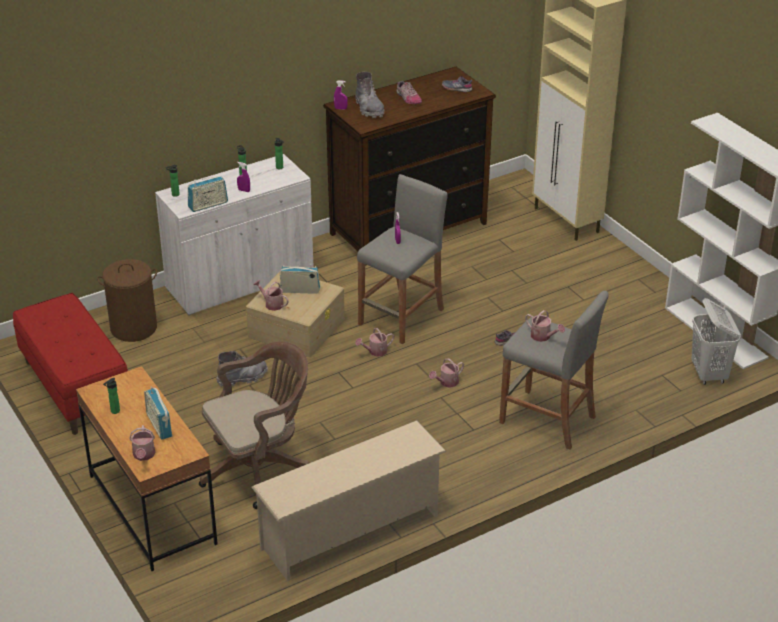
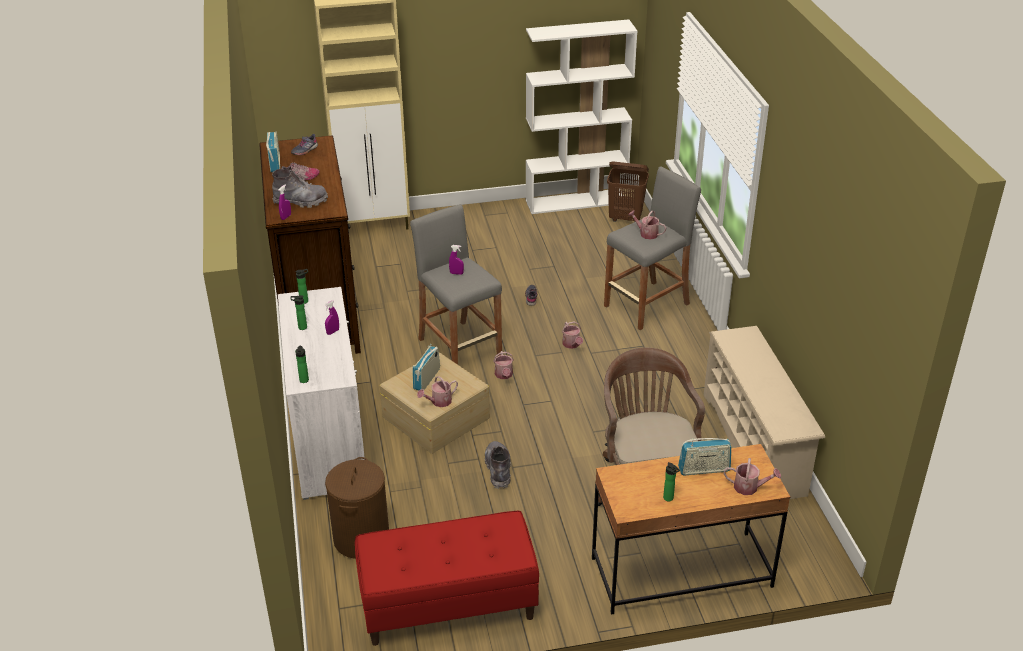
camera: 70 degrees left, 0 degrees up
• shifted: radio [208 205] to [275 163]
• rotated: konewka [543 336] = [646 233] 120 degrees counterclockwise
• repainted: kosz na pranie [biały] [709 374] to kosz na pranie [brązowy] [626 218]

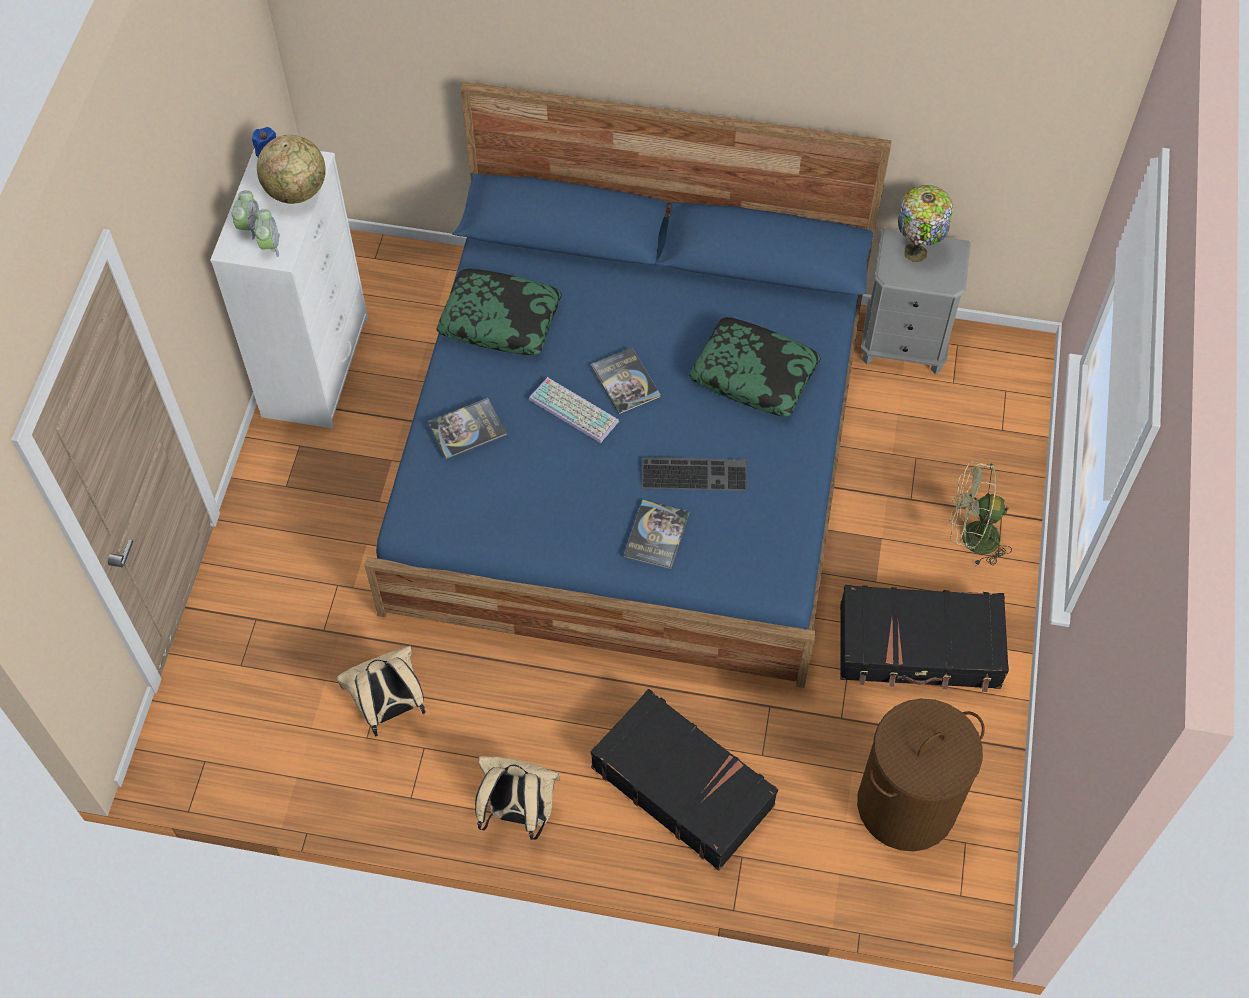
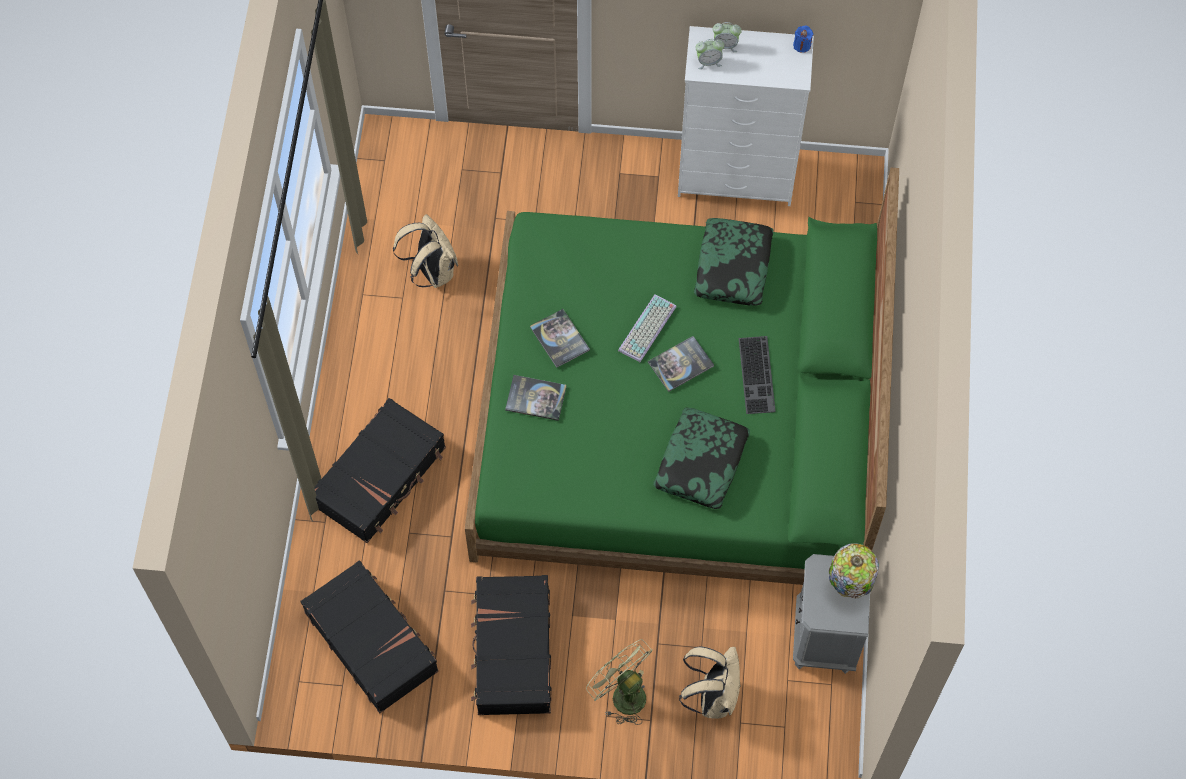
camera: 85 degrees right, 5 degrees up
• gone: globus [297 191]
• repainted: łóżko [niebieski] [632 454] to łóżko [zielony] [678 418]
• shifted: książka [467 429] to [559 338]
• shifted: plecak [beżowy] [518 813] to [712 696]
• shifted: klawiatura [695 472] to [758 375]
• swapped: kosz na pranie [brązowy] [906 805] to walizka [czarny] [372 641]
• rotated: wentylator [zielony] [971 538] = [622 693] 45 degrees counterclockwise

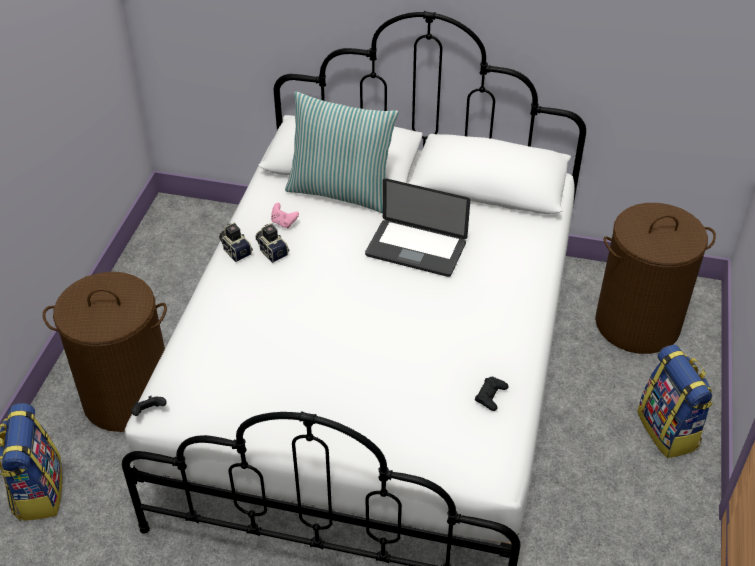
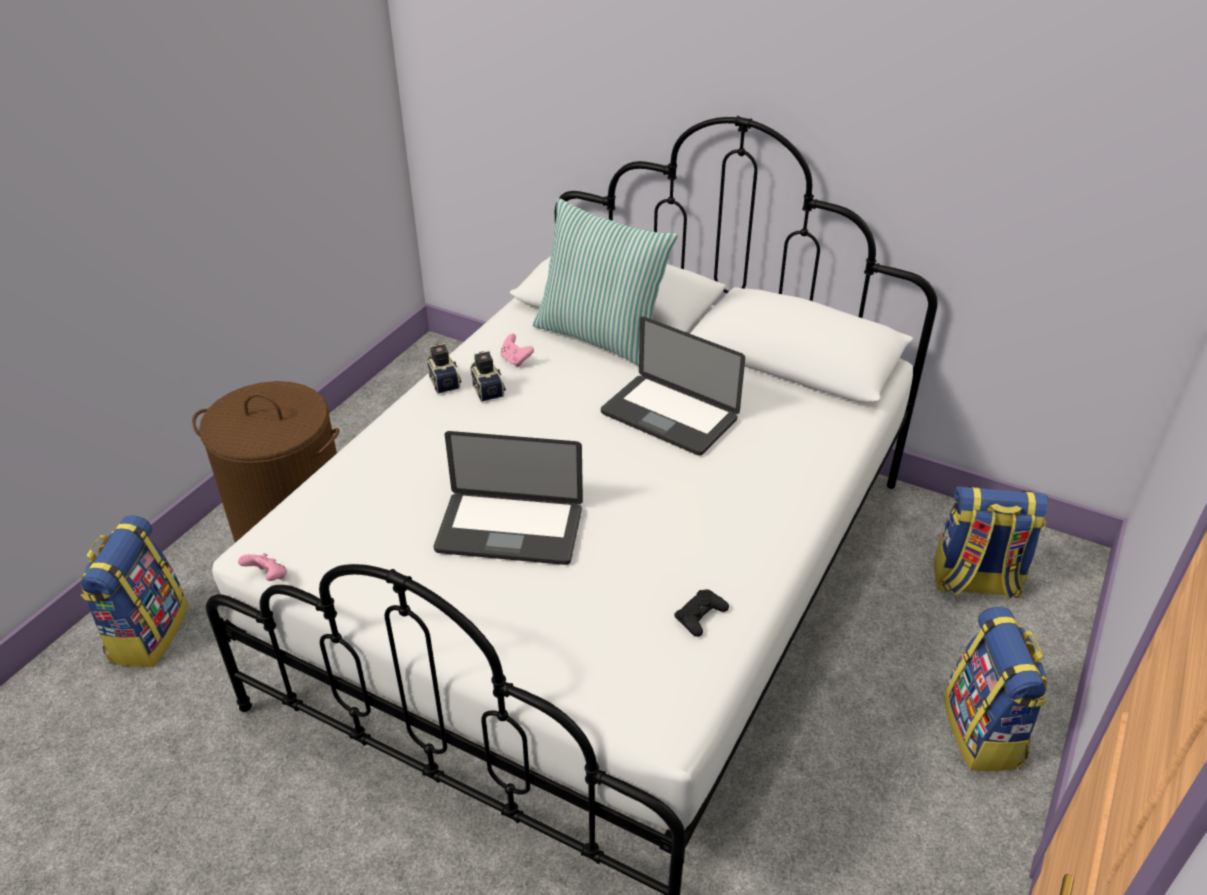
camera: 15 degrees right, 5 degrees down
• gone: pad do gier [czarny] [149 412]
• swapped: kosz na pranie [brązowy] [637 324] to plecak [975 582]
• new: pad do gier [różowy] [268 577]
• new: laptop [509 530]

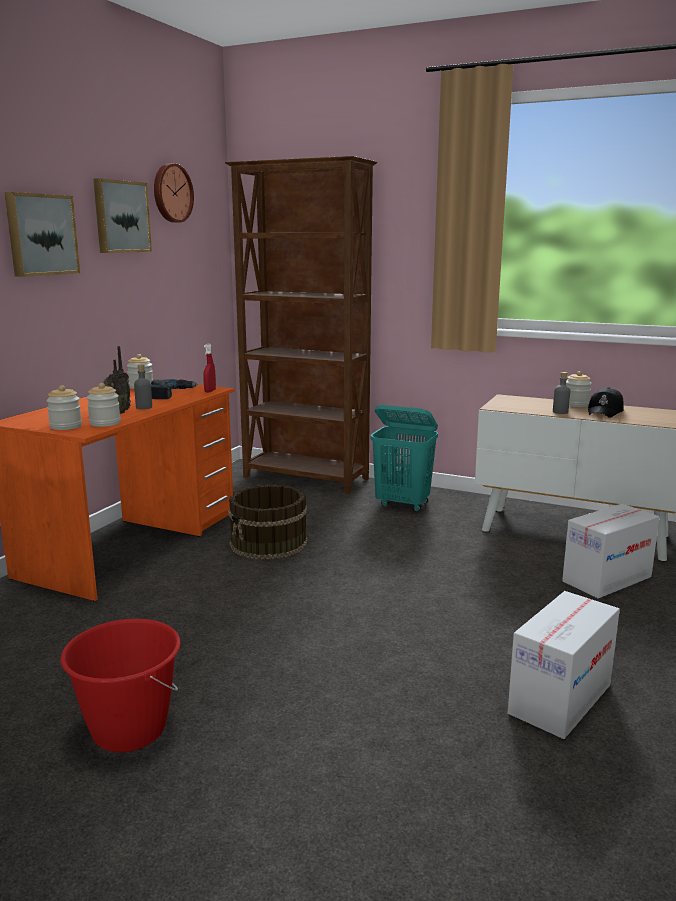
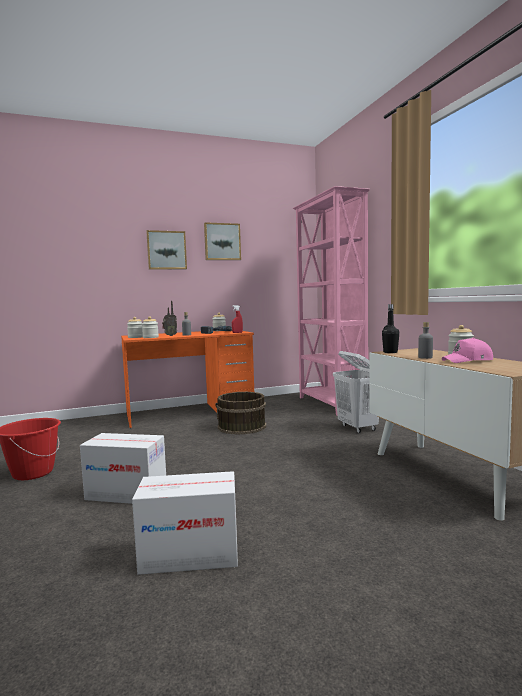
camera: 45 degrees right, 10 degrees down
• gone: zegar ścienny [171 193]
• repainted: regał [brązowy] [306 478] to regał [różowy] [331 404]
• repainted: kosz na pranie [turkusowy] [403 504] to kosz na pranie [biały] [358 428]
• shifted: karton [606 579] to [127 493]
• repainted: czapka z daszkiem [czarny] [605 412] to czapka z daszkiem [różowy] [468 360]
• new: butelka [czarny] [390 352]

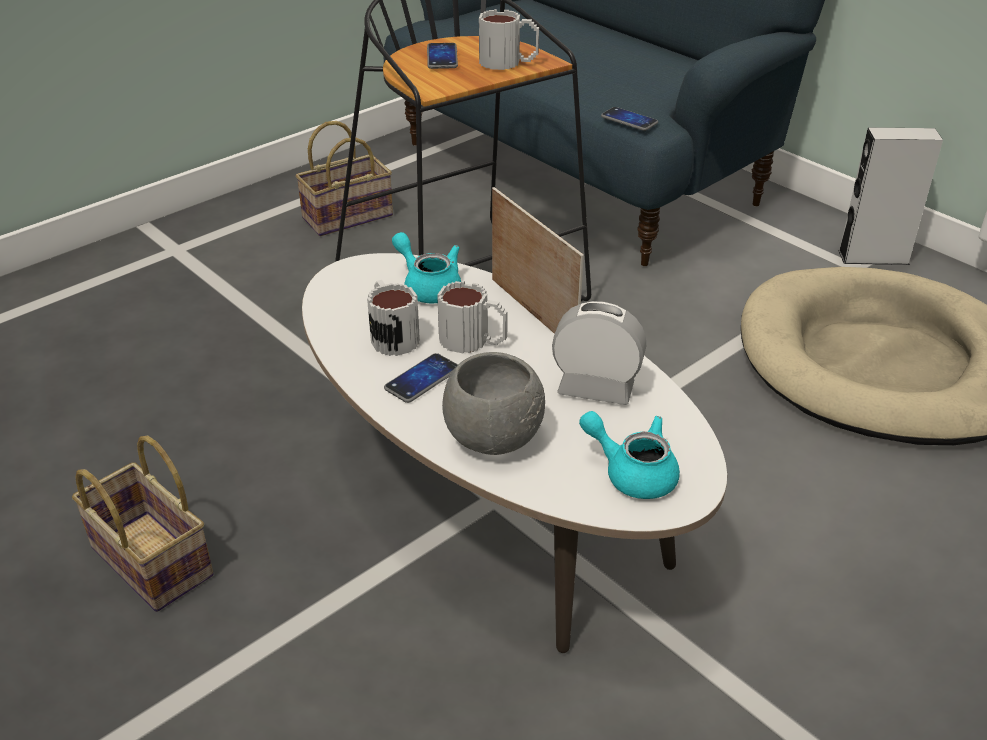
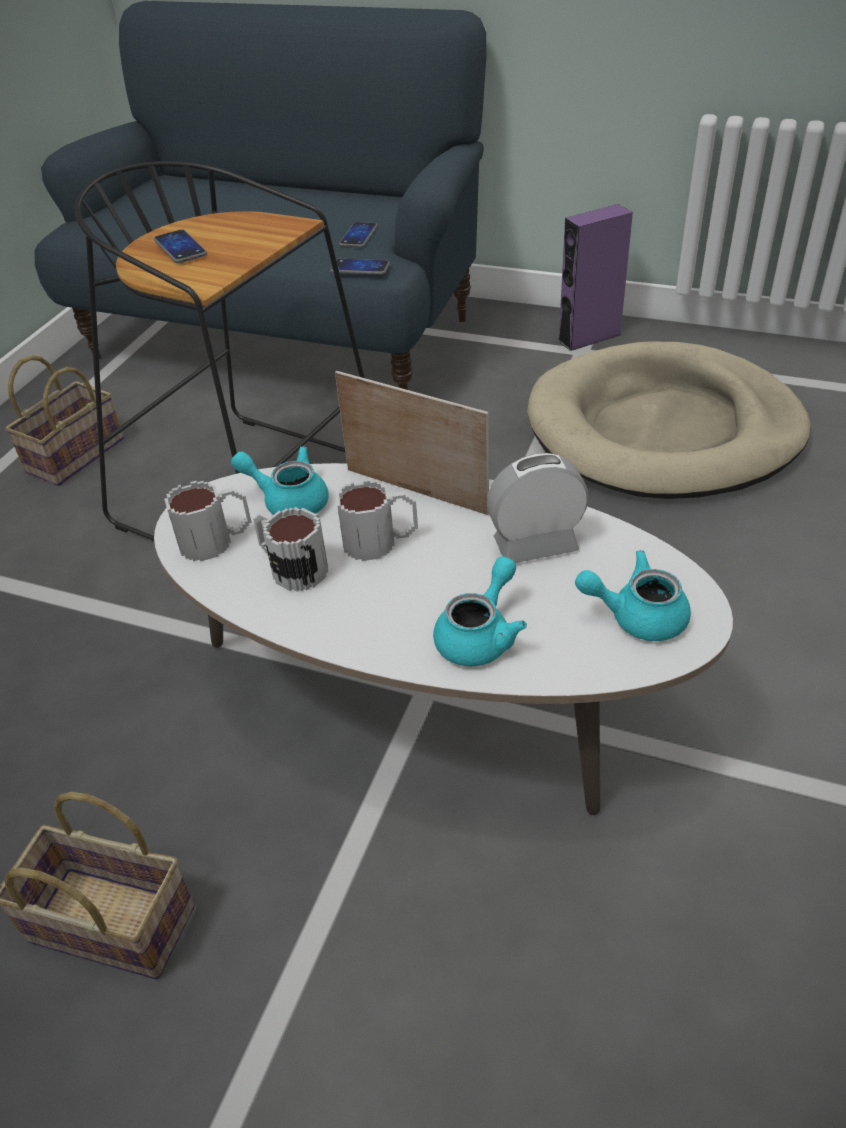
camera: 25 degrees left, 5 degrees up
• shifted: telefon [422 379] to [358 236]
• swapped: miska [szary] [493 437] to imbryk [turkusowy] [480 635]
• shifted: kubek [509 62] to [216 540]
• repainted: głośnik [szary] [873 257] to głośnik [fioletowy] [589 337]

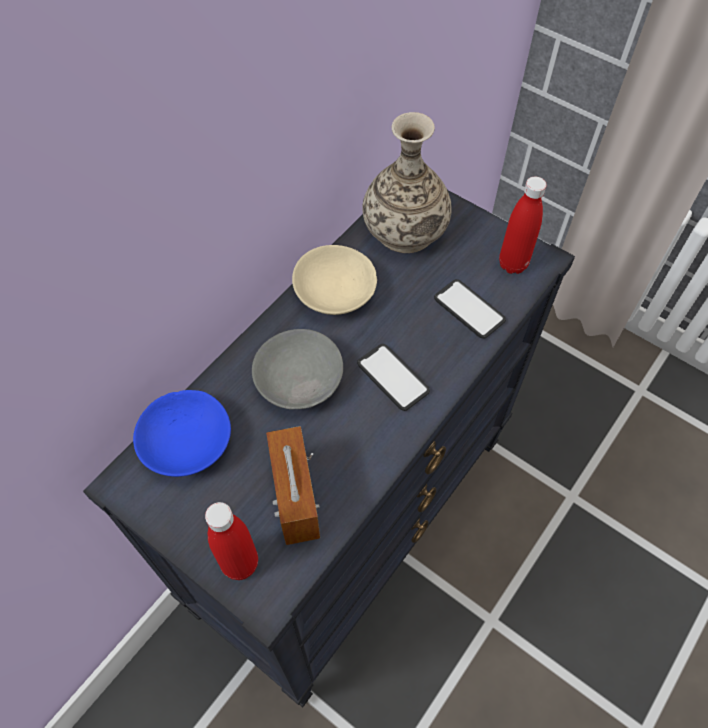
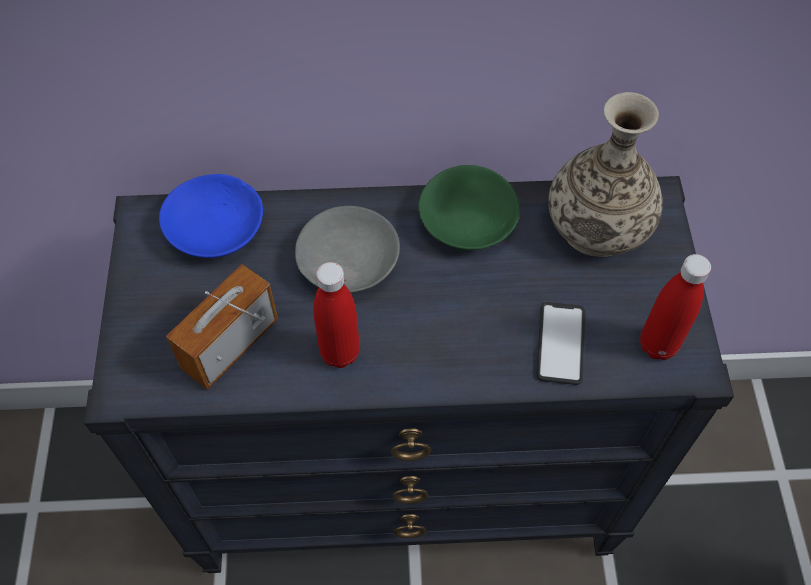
camera: 50 degrees right, 0 degrees up
• shifted: butelka [czerwony] [240 563] to [340 353]
• repainted: miska [beżowy] [336 291] to miska [zielony] [468 222]
• gone: telefon [393 377]

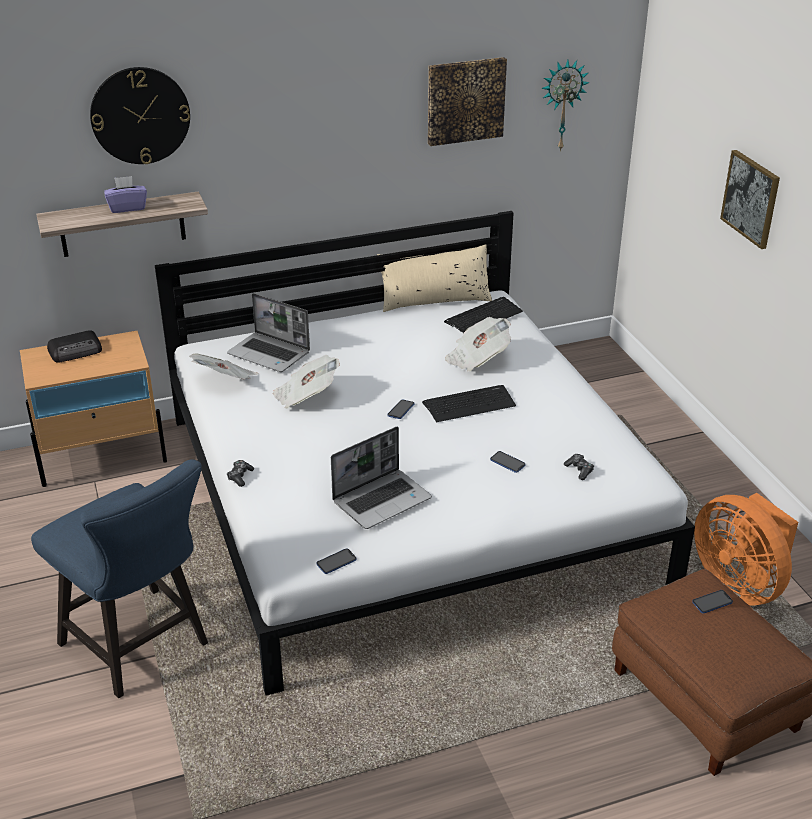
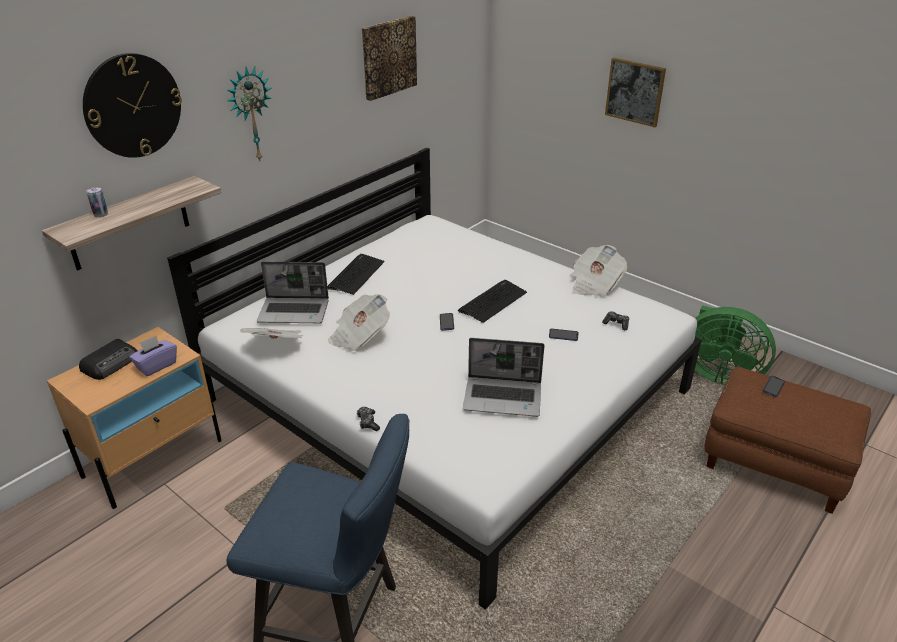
camera: 30 degrees left, 0 degrees up
• shifted: pudełko chusteczek [fioletowy] [127 207] to [156 365]
• gone: telefon [336 562]
• rotated: laptop [382 499] = [503 397] 75 degrees clockwise
• gone: poduszka [beżowy] [434 300]
• shifted: klawiatura [484 317] to [356 275]
• shifted: gazeta [477 358] to [594 284]
• shifted: zegar ścienny [562 104] to [250 114]
• repainted: wentylator [pomarańczowy] [739 584] to wentylator [zielony] [718 373]
• new: puszka [101 214]

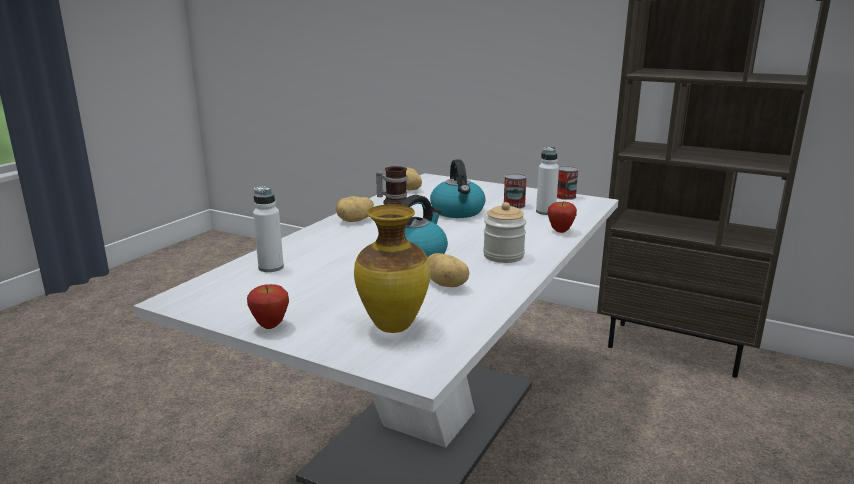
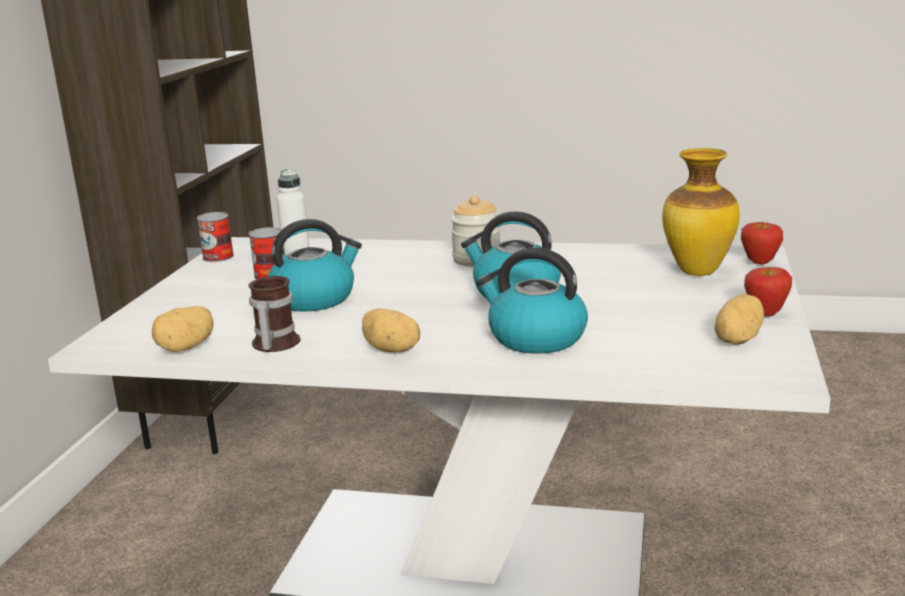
camera: 105 degrees left, 0 degrees up
• gone: butelka [biały] [271 267]
• shifted: ziemniak [447 284] to [735 340]
• shifted: jabłko [560 231] to [760 263]
• new: czajnik [535 338]

